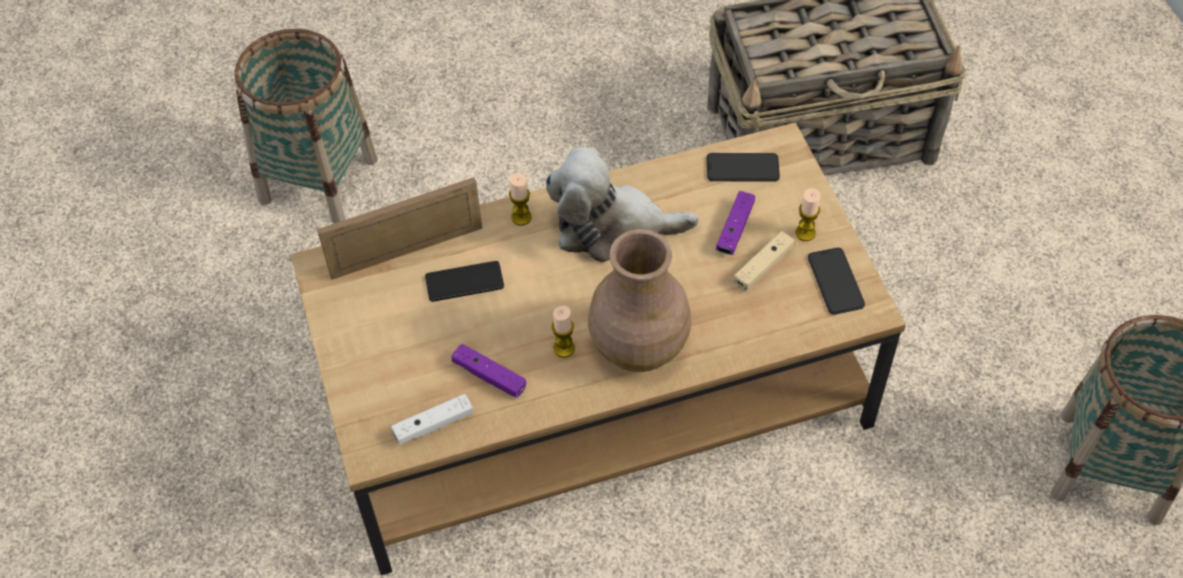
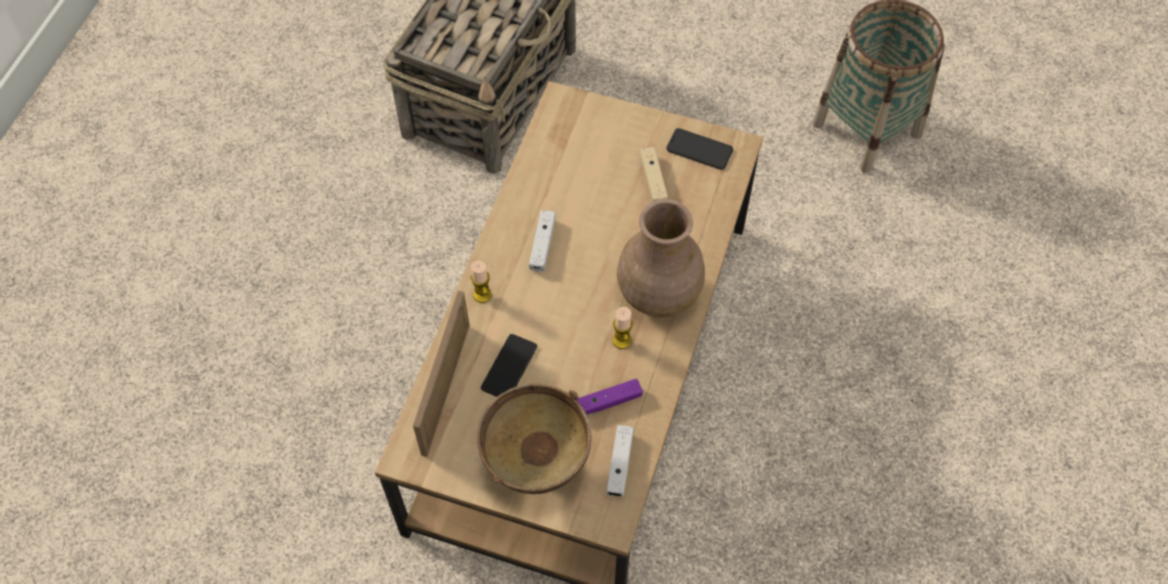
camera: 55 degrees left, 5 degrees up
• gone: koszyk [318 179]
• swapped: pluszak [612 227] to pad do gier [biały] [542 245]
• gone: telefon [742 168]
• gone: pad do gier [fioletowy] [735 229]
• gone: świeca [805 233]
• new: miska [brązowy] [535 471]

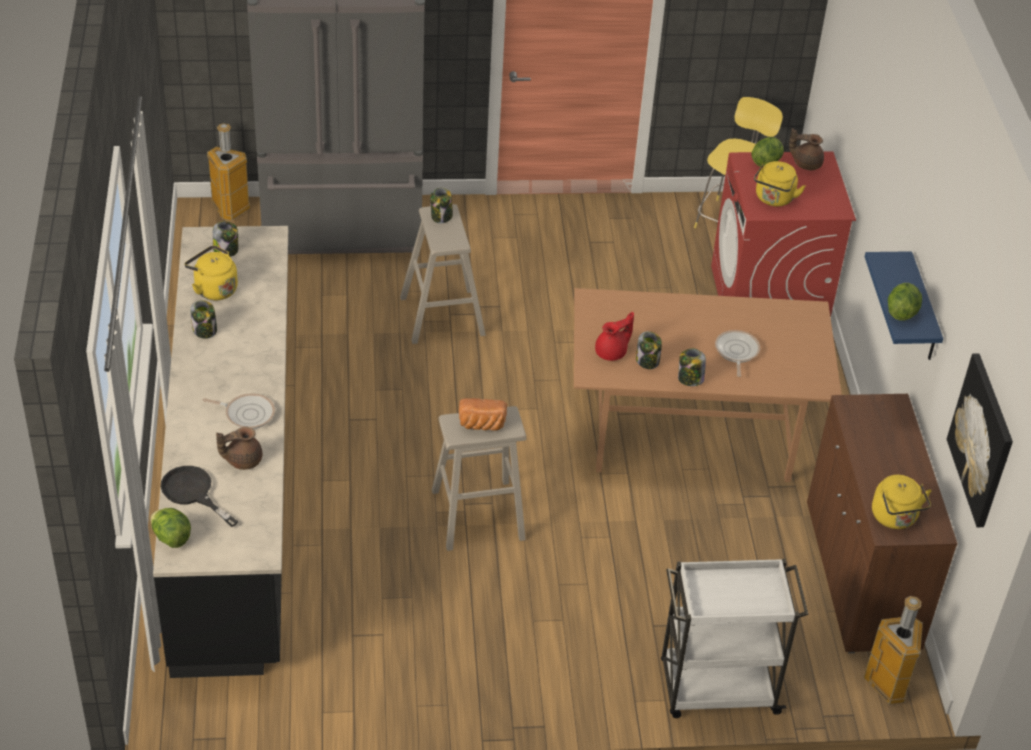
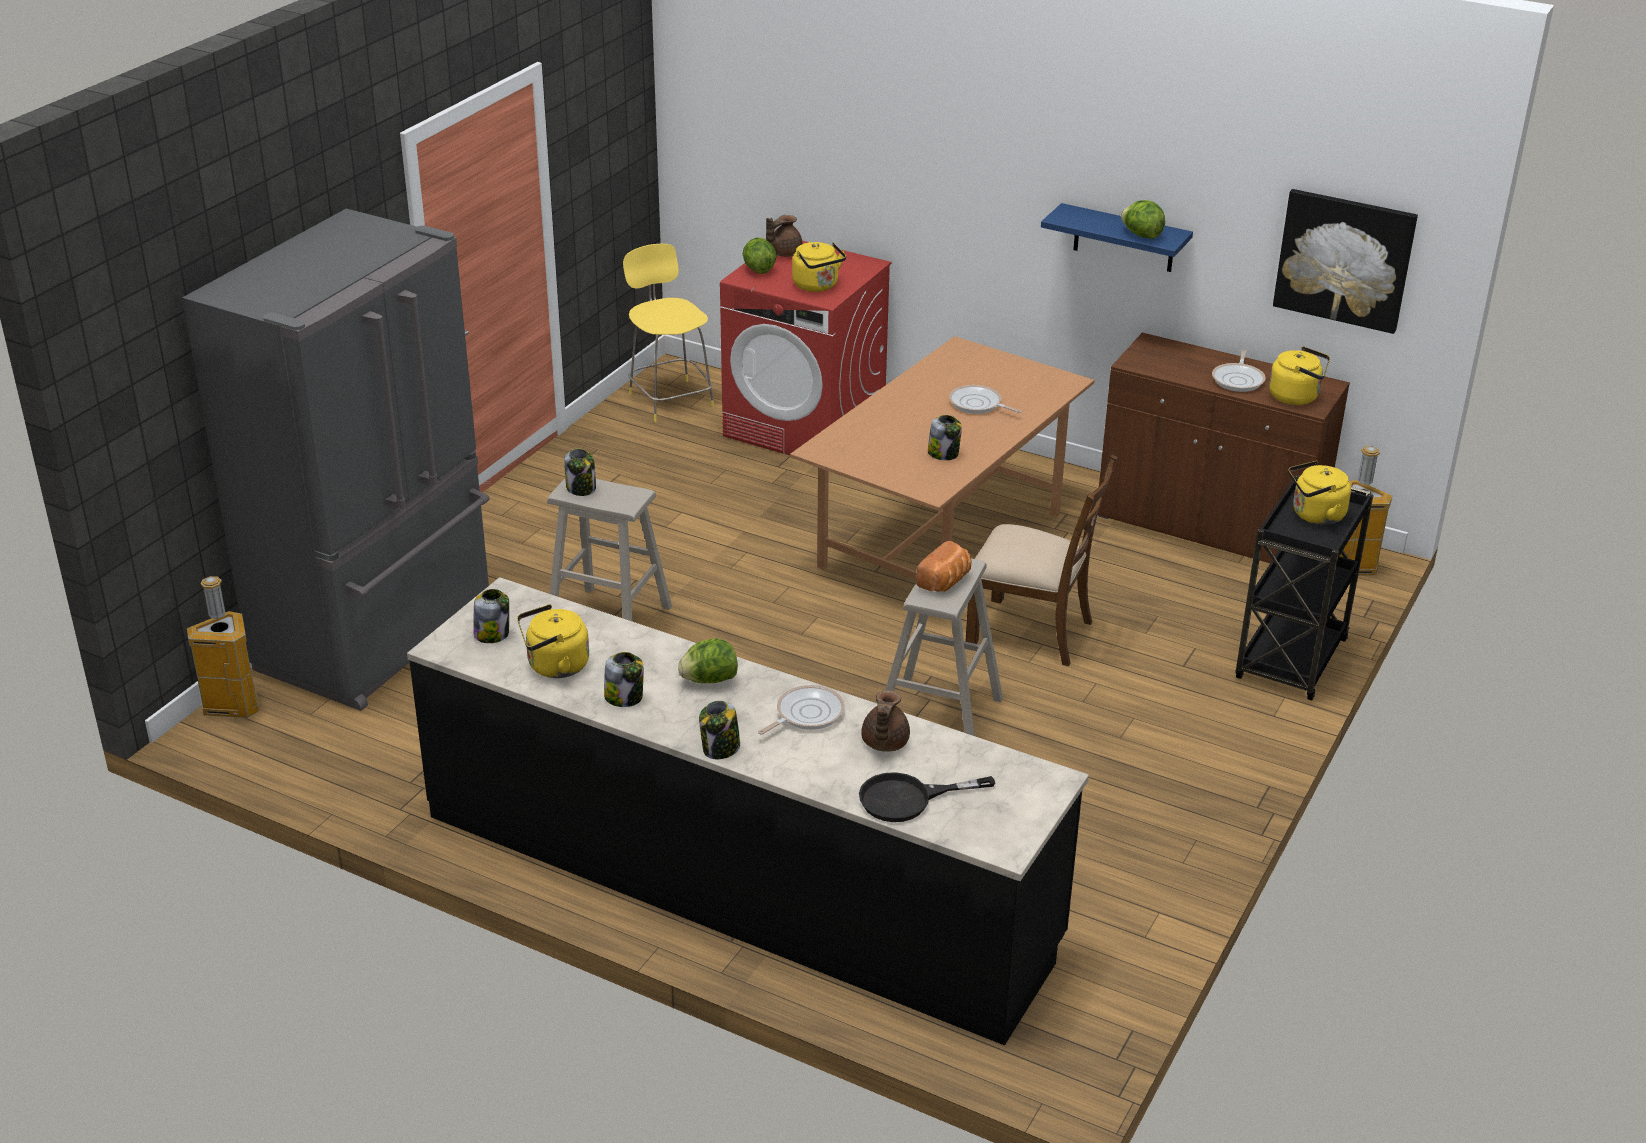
camera: 55 degrees left, 10 degrees down
• shifted: sałata [171 537] to [709 680]
• gone: imbryk [czerwony] [612 352]
• repainted: wózek [biały] [716 688] to wózek [czarny] [1290 661]
• shifted: słoik [690 379] to [720 749]
• new: krzesło [brązowy] [1031 632]
• new: patelnia [1238 379]
• new: czajnik [żółty] [1315 515]

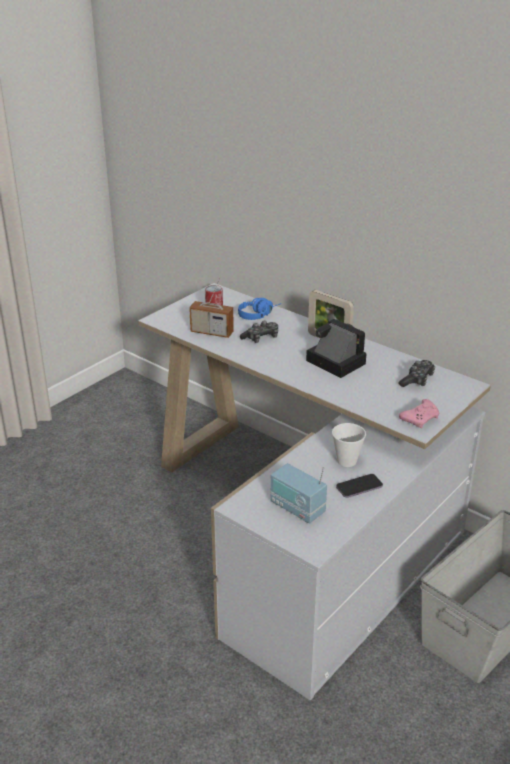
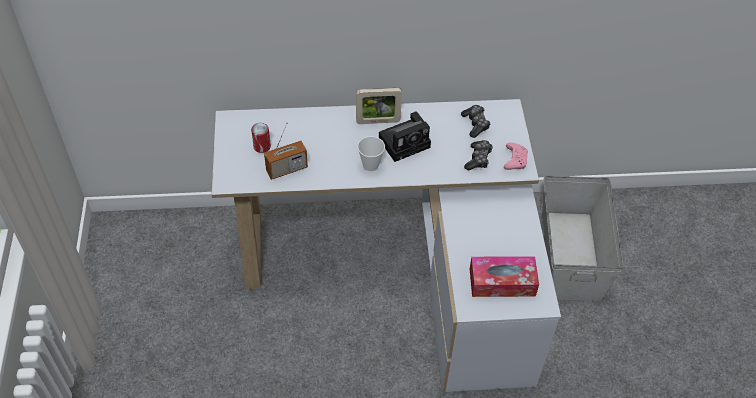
camera: 45 degrees left, 20 degrees up
• gone: słuchawki [niebieski] [259 314]
• shifted: pad do gier [261 338] to [478 159]
• swapped: radio [297 508] to pudełko chusteczek [502 282]
• rotated: aparat fotograficzny [333 361] = [406 142] 150 degrees clockwise
• shifted: filiżanka [346 461] to [370 165]
• gone: telefon [359 487]

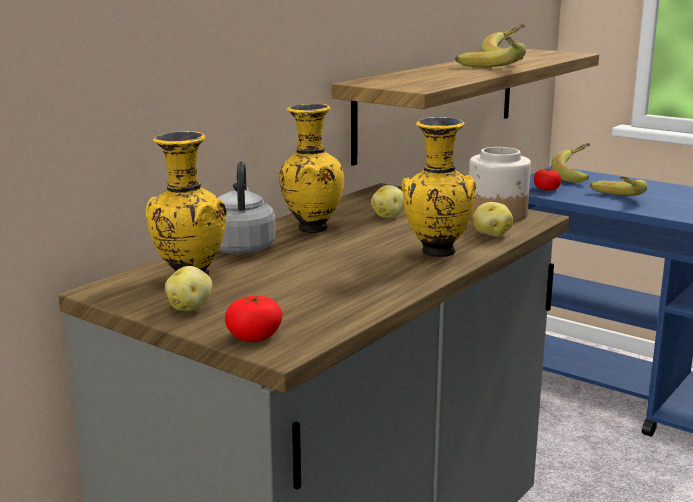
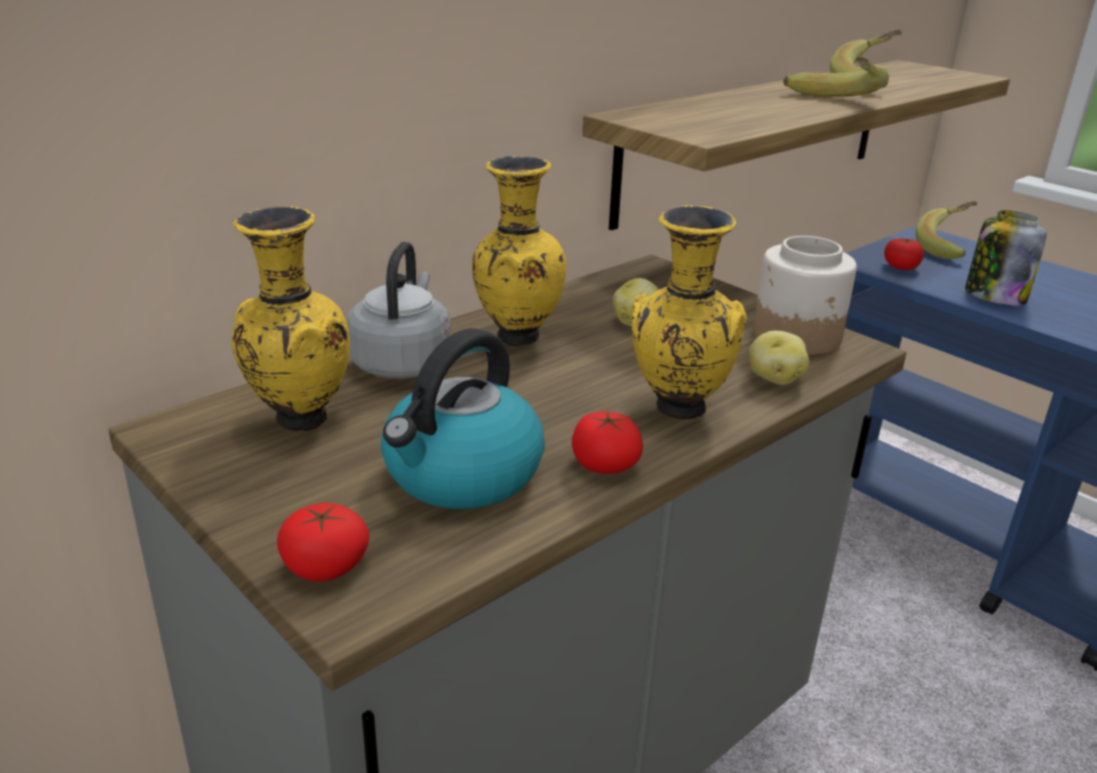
camera: 10 degrees right, 10 degrees up
• gone: ziemniak [190 307]
• swapped: banan [613 200] to słoik [994 296]
• new: czajnik [462 475]
• new: pomidor [605 464]

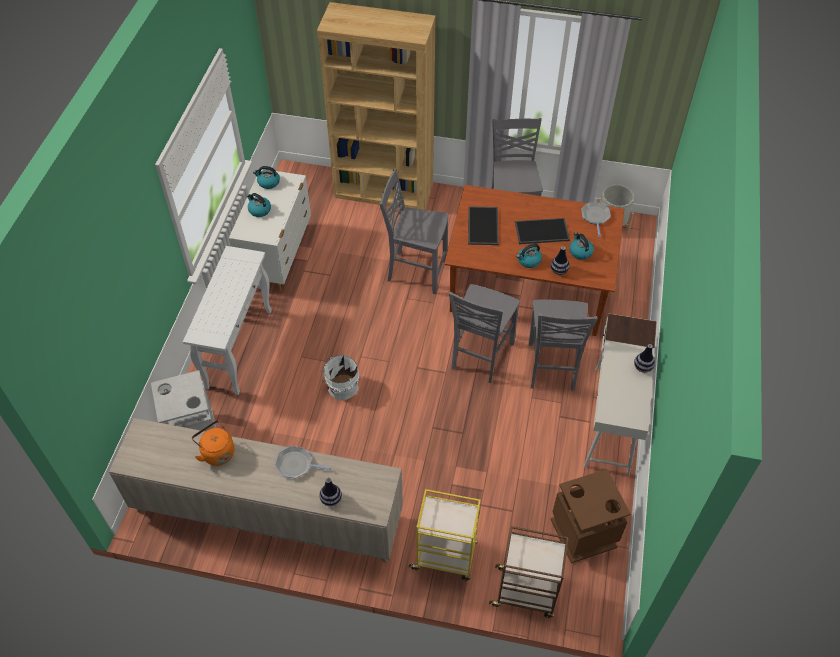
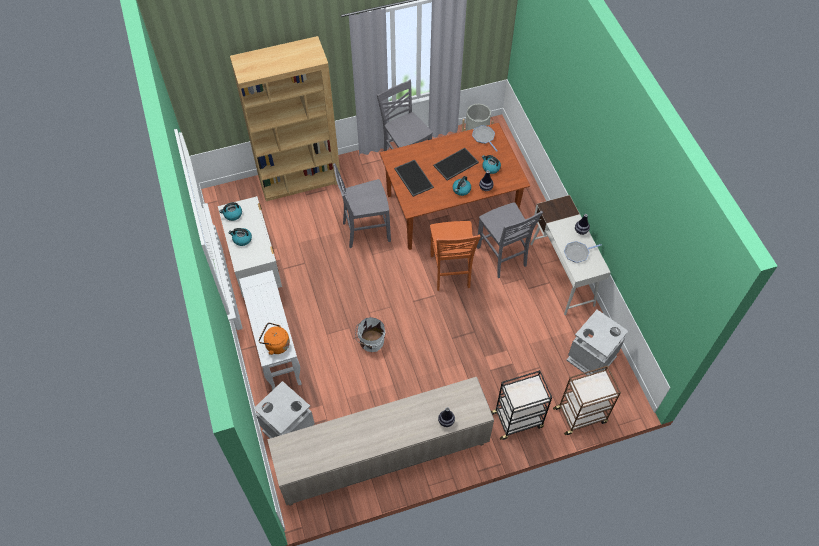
camera: 30 degrees left, 5 degrees up
• shifted: czajnik [pomarańczowy] [217 452] to [276 344]
• shifted: patelnia [296 465] to [577 253]
• repainted: wózek [żółty] [445 556] to wózek [czarny] [517 419]
• repainted: krzesło [szary] [480 356] to krzesło [pomarańczowy] [451 272]
• repainted: kosz na śmieci [brązowy] [584 533] to kosz na śmieci [szary] [591 358]

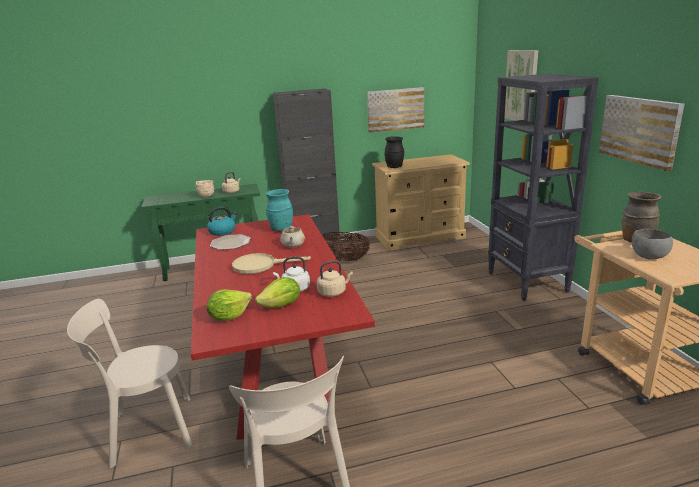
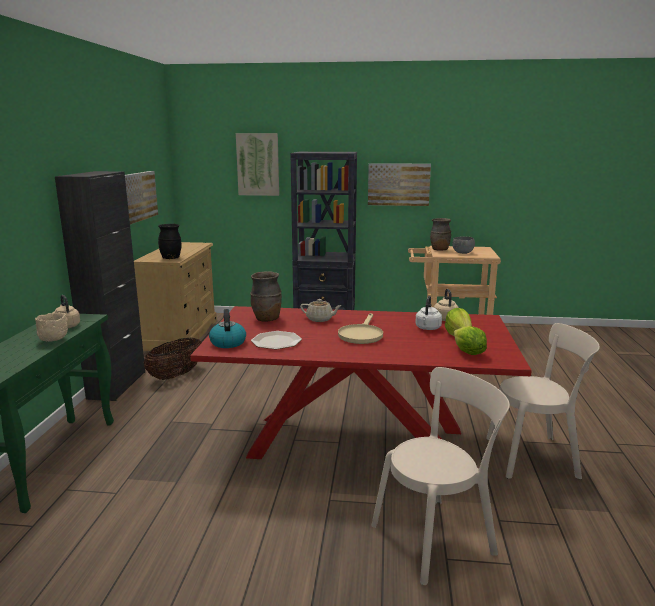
camera: 70 degrees left, 5 degrees down
• rotated: krzesło [beżowy] [147 431] = [437 537] 120 degrees counterclockwise
• repainted: wazon [turkusowy] [281 229] to wazon [brązowy] [266 319]

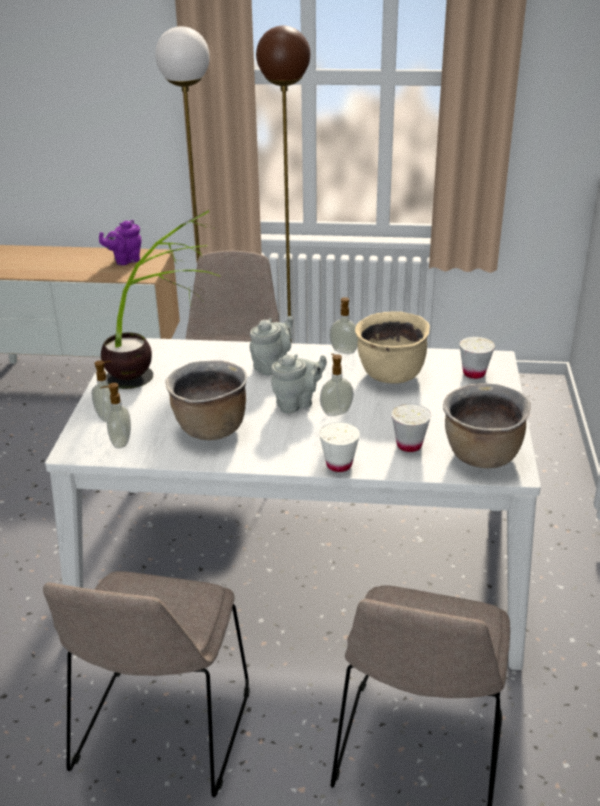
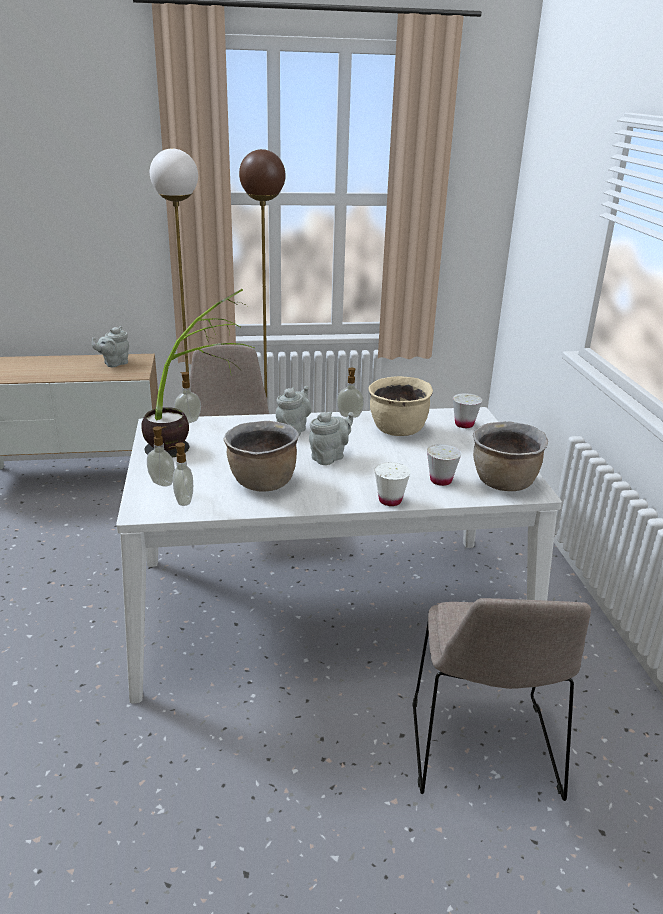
camera: 15 degrees left, 5 degrees down
• gone: krzesło [beżowy] [161 733]
• repainted: imbryk [fioletowy] [125 260] to imbryk [szary] [114 363]
• shifted: dozownik mydła [336 412] to [188 421]

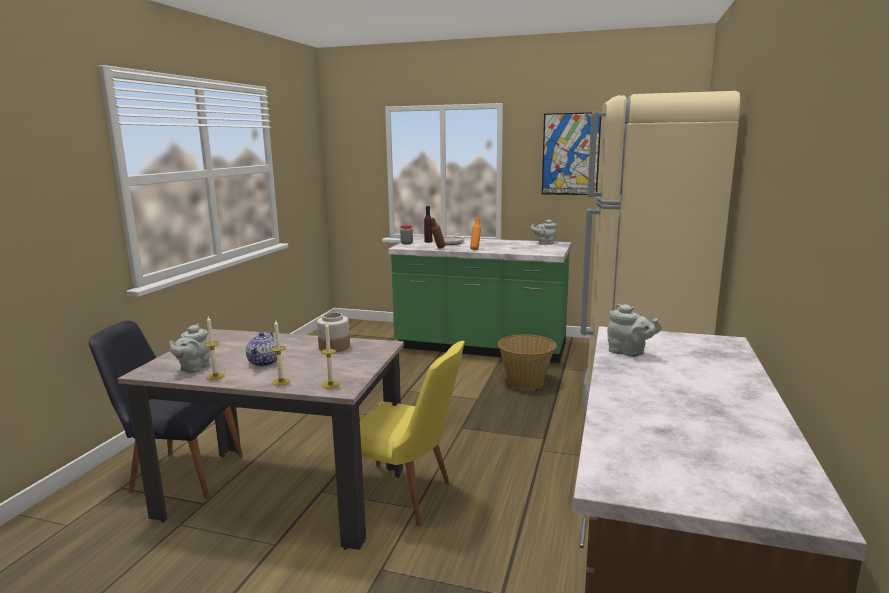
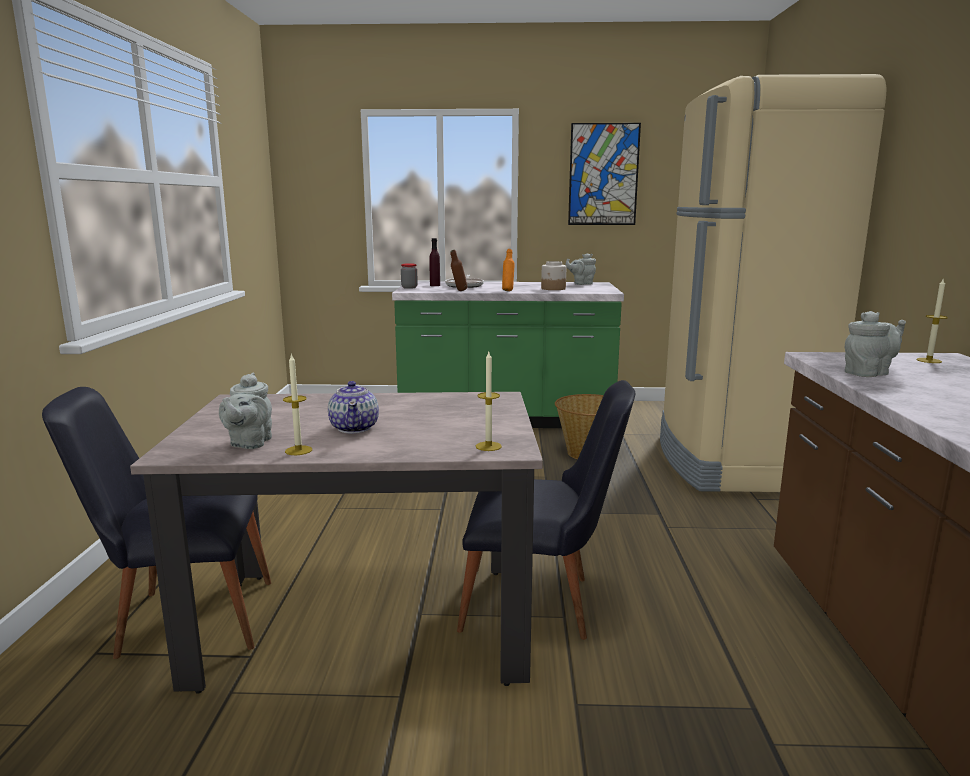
camera: 15 degrees left, 0 degrees up
• shifted: świeca [281 382] to [929 360]
• shifted: słoik [334 347] to [553 288]
• repainted: krzesło [żółty] [405 497] to krzesło [czarny] [541 605]
• rotated: imbryk [szary] [629 353] = [869 373] 45 degrees counterclockwise

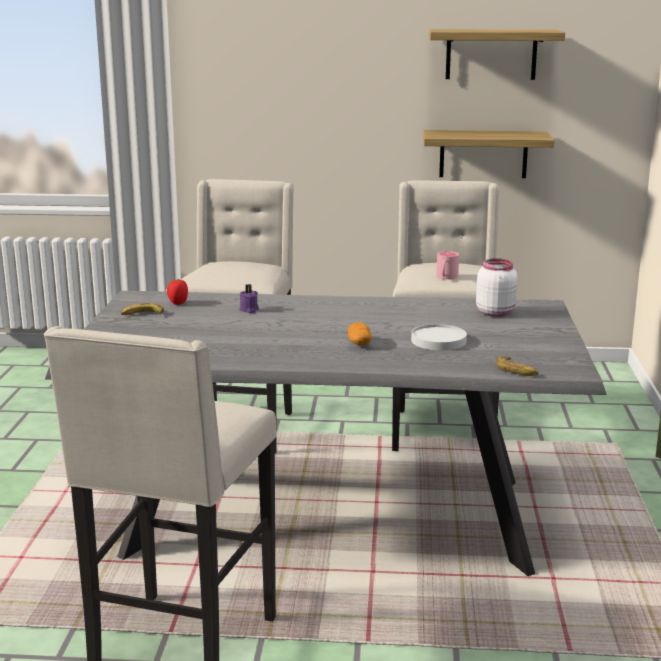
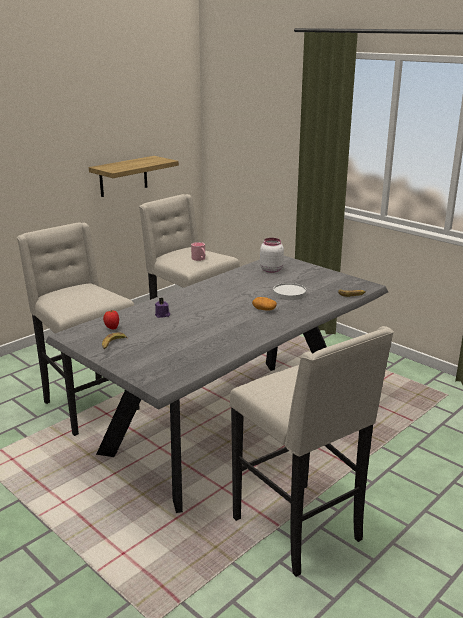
camera: 50 degrees left, 5 degrees up
• gone: półka [491 54]

